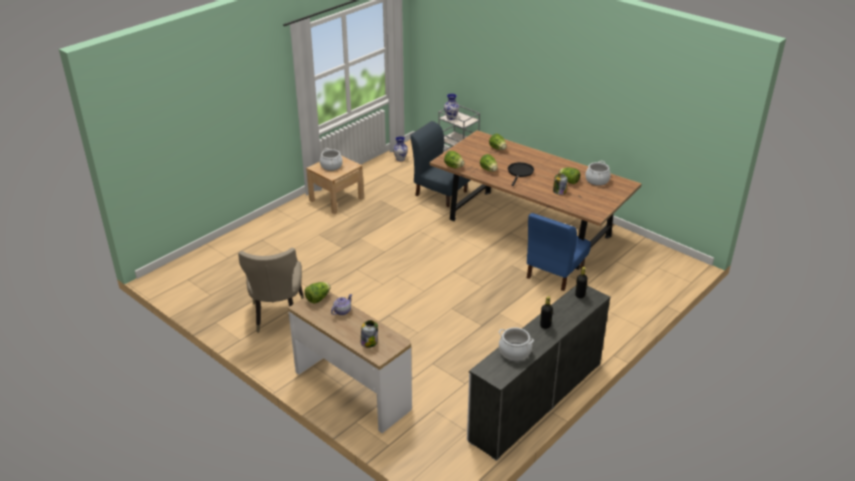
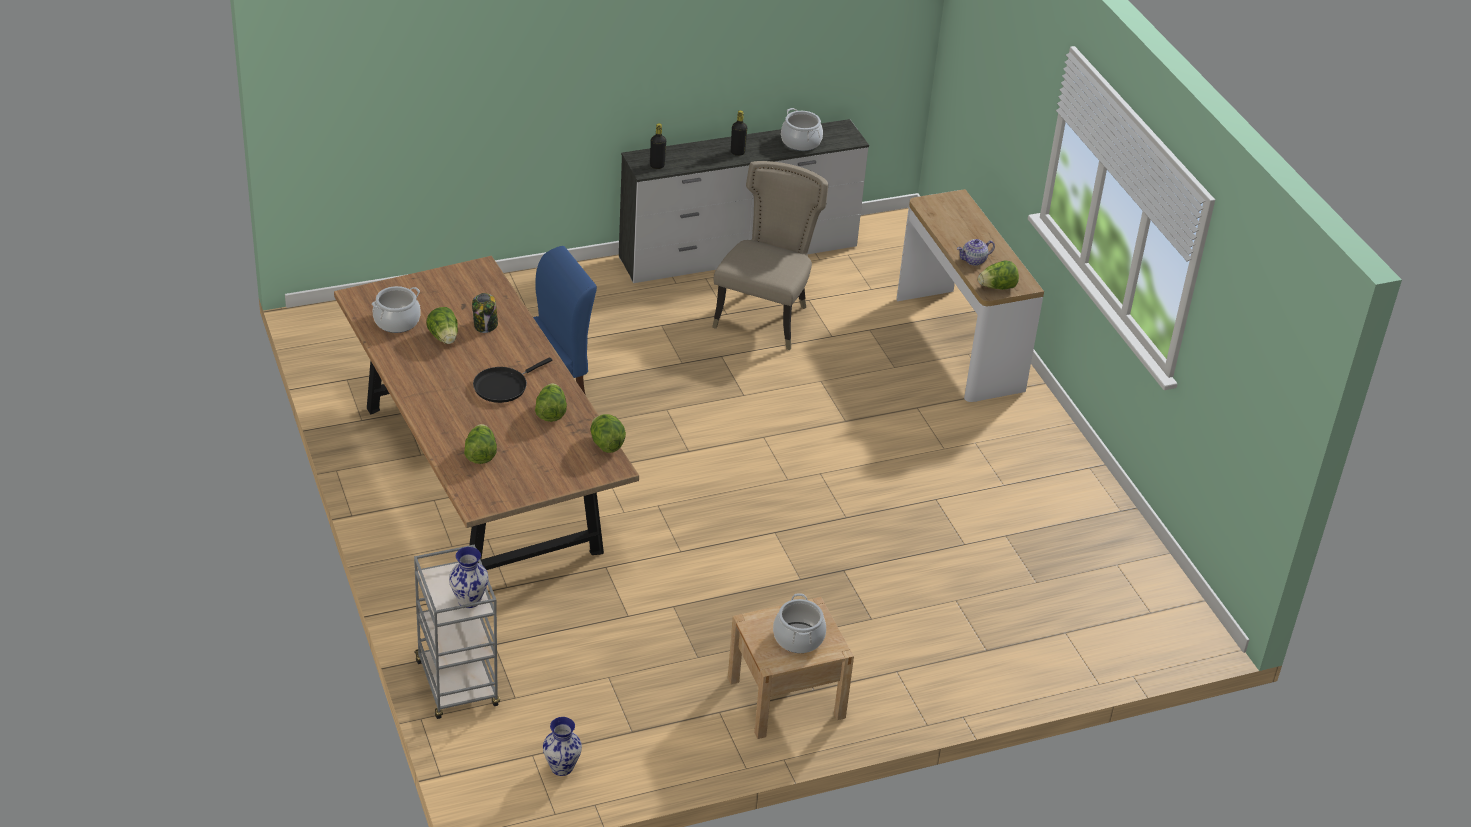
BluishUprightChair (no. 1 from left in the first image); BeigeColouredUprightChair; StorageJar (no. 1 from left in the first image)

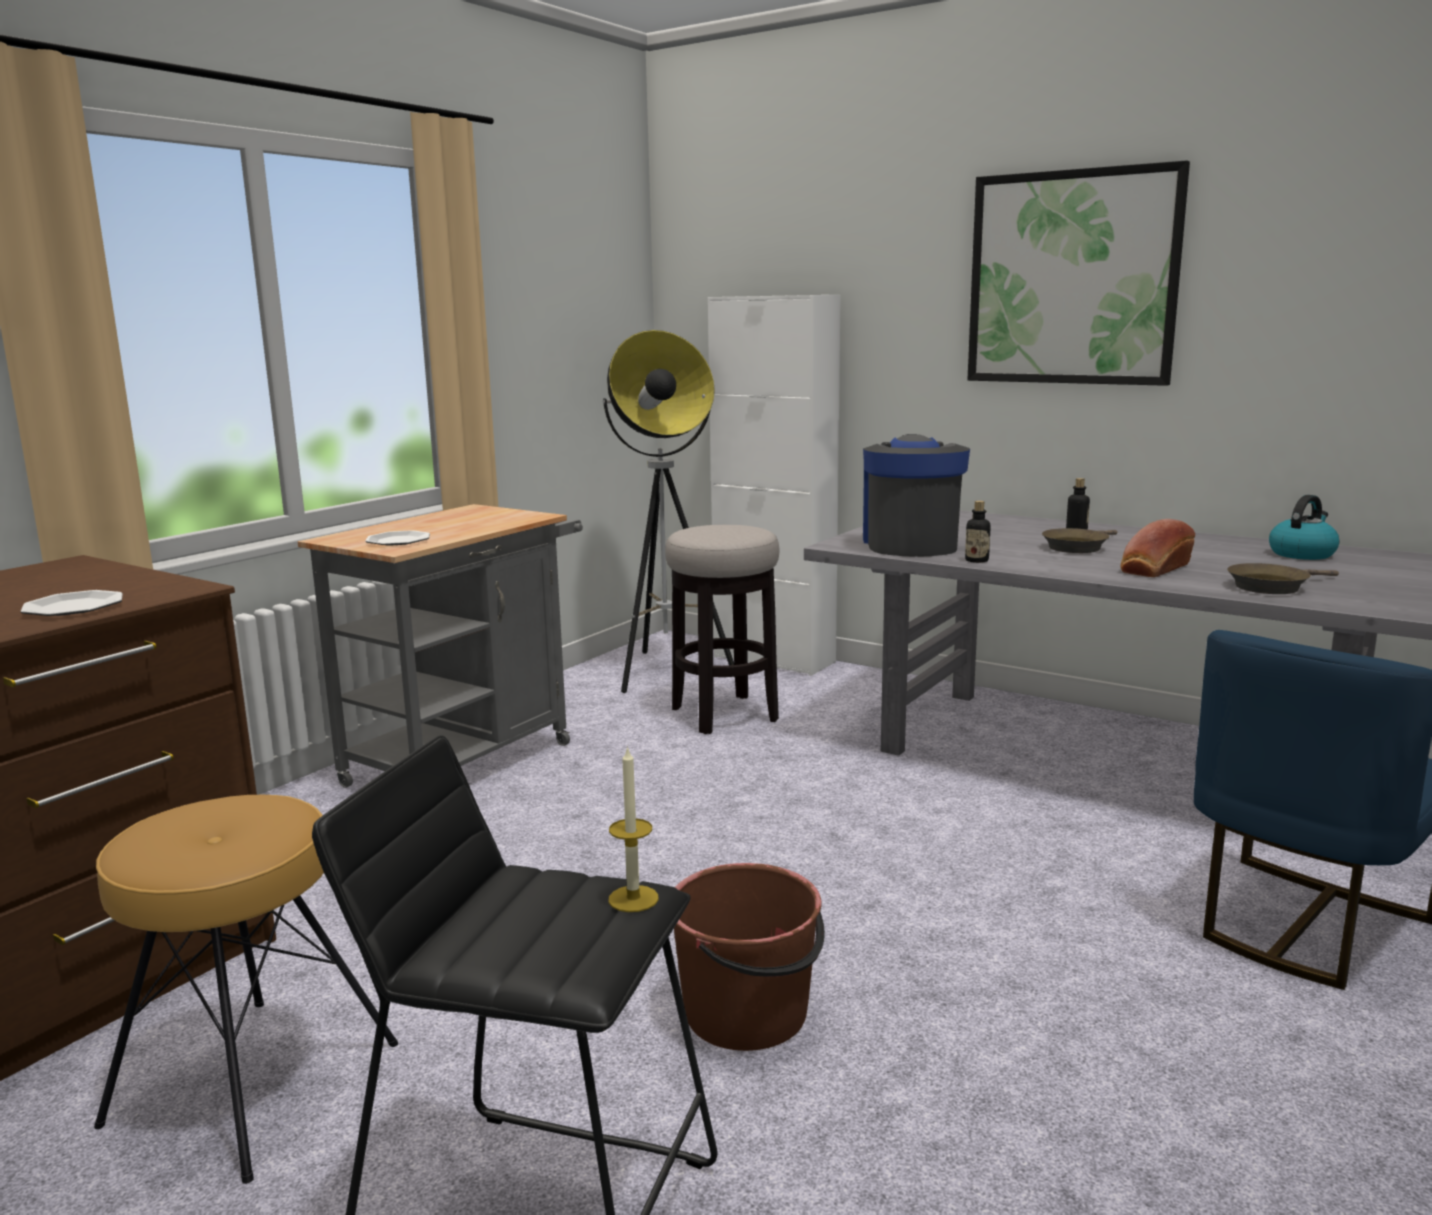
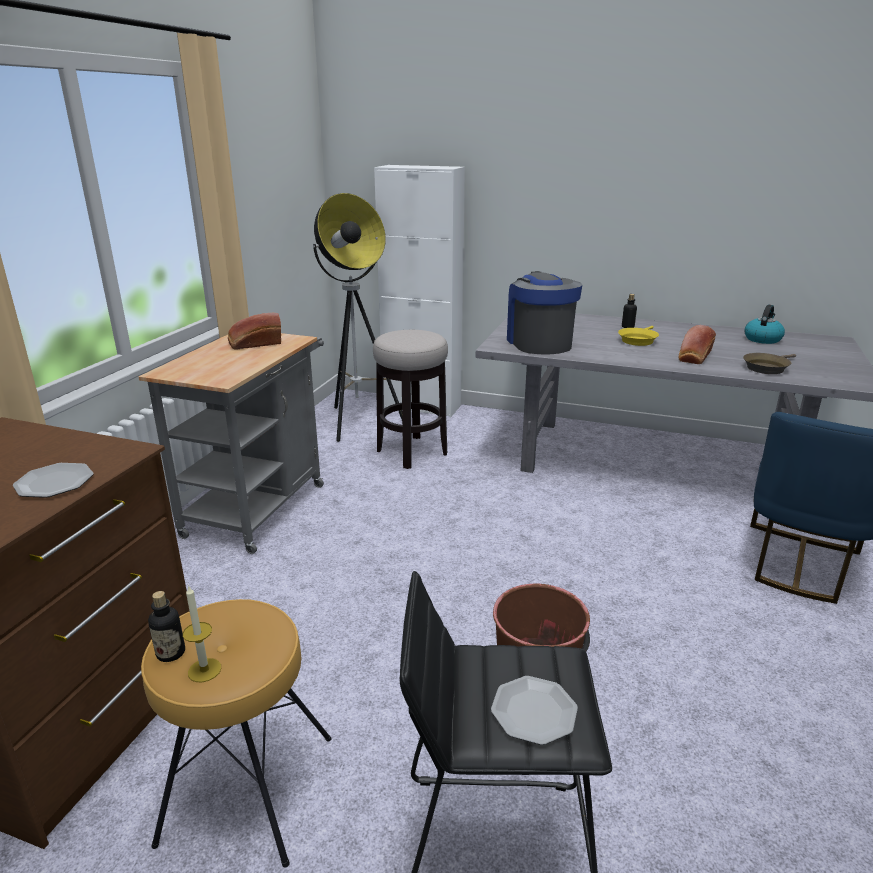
WallArt; Bottle (no. 1 from left); YellowColouredSkillet; DinnerPlate (no. 2 from left); WaxCandle; BakeryBread (no. 1 from left)

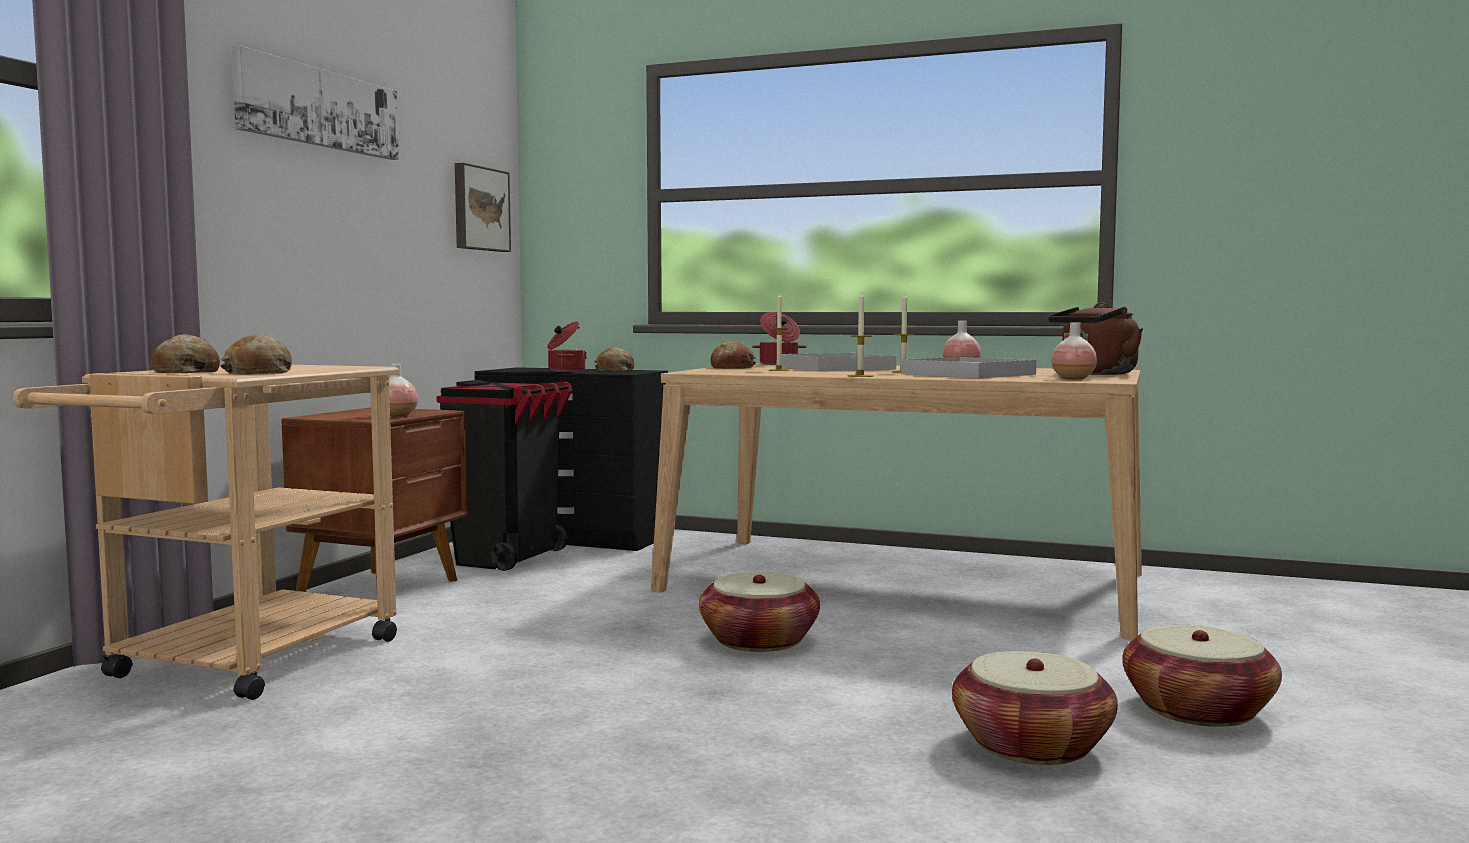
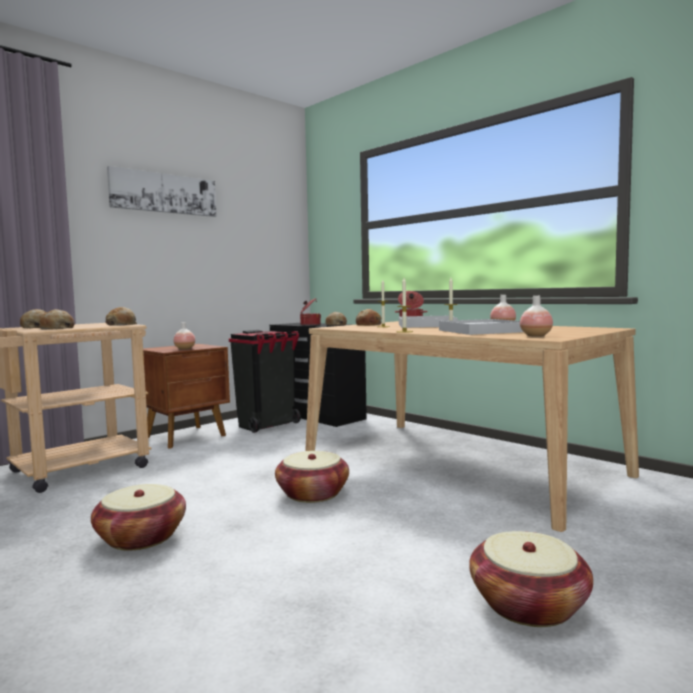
WallArt (no. 2 from left in the first image); BrownColouredWaterKettle; StorageBasket (no. 1 from left); BakeryBread (no. 3 from left)

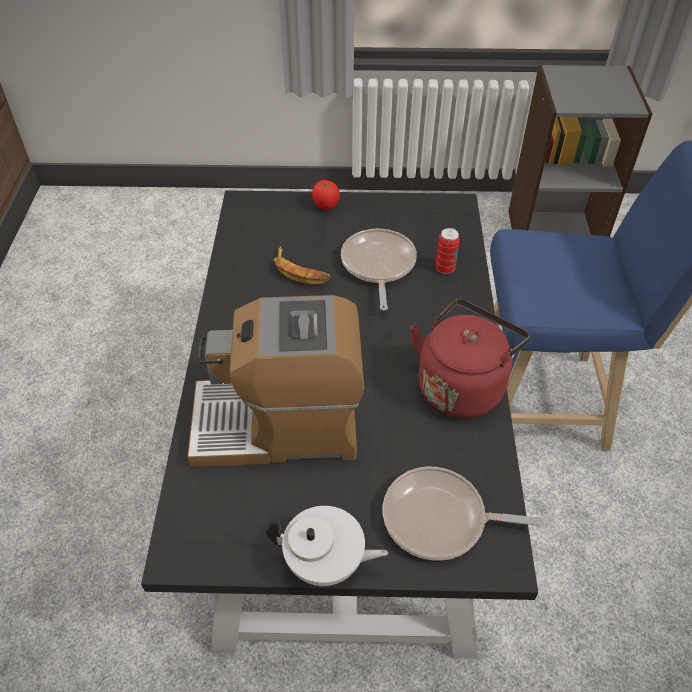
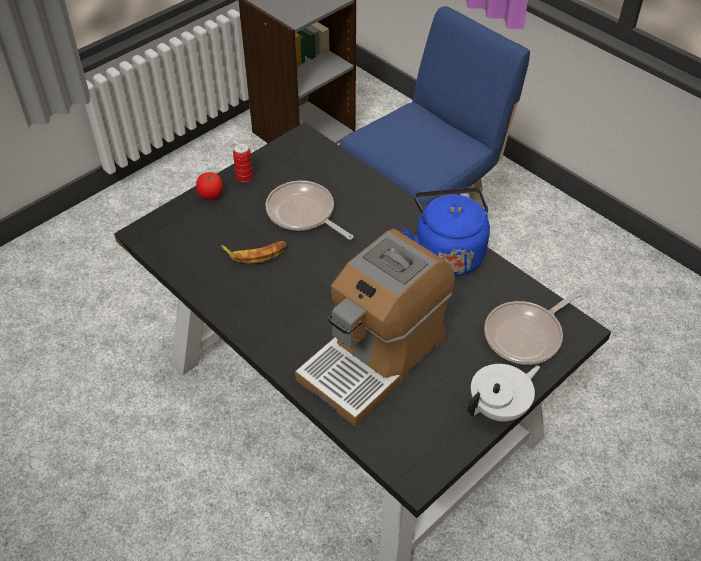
MetalCan; BluishWaterKettle

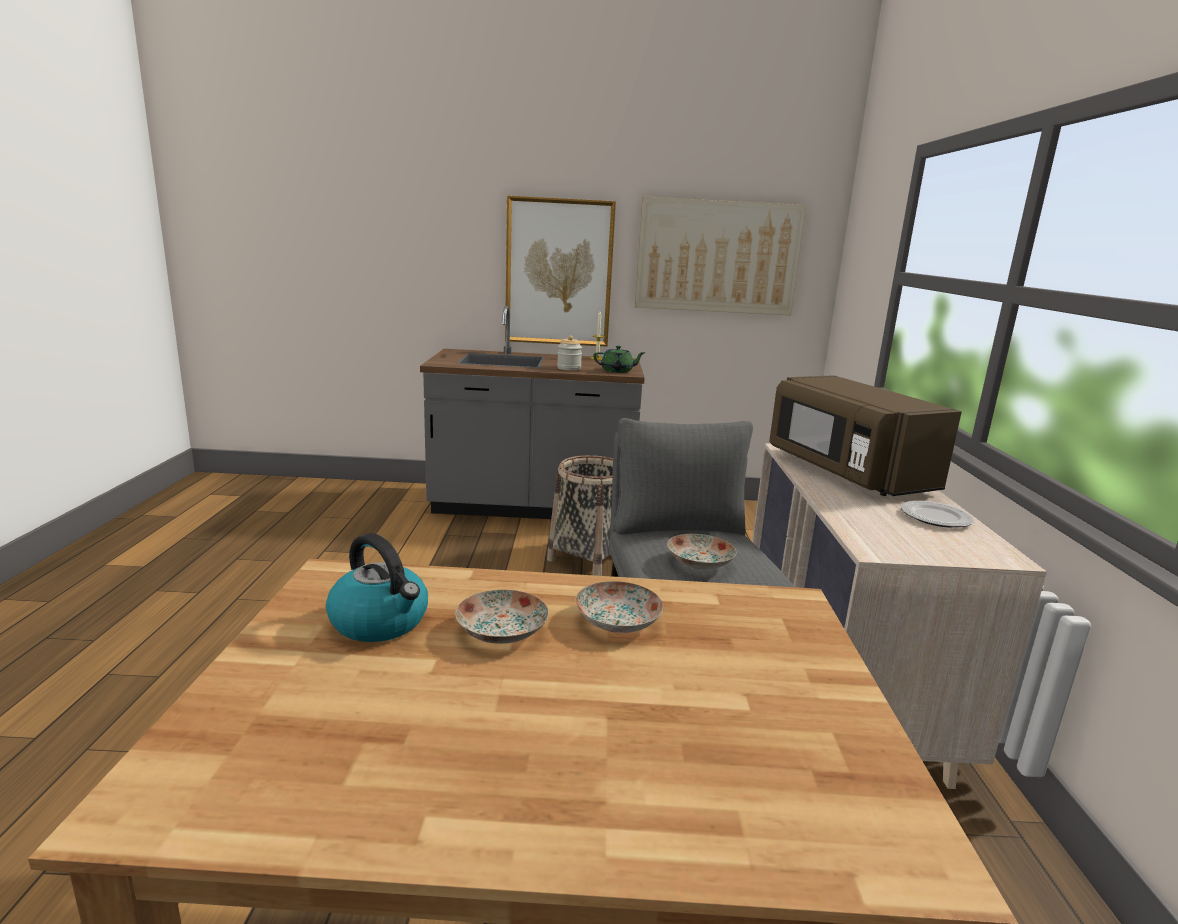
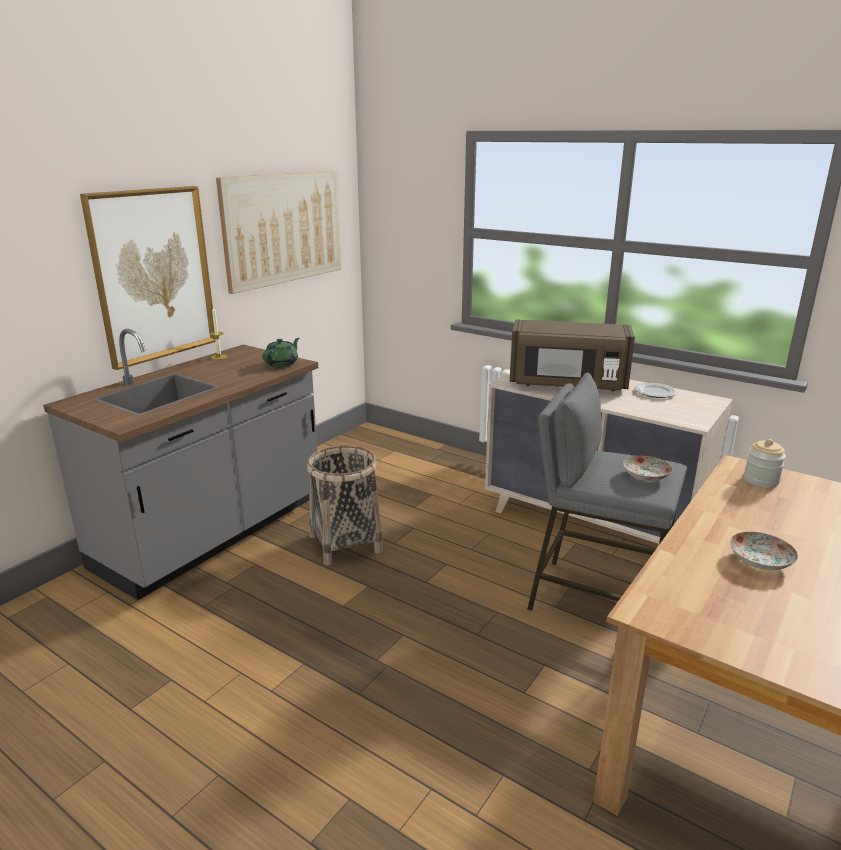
StorageJar; WaterKettle; DinnerPlate (no. 2 from left in the first image)

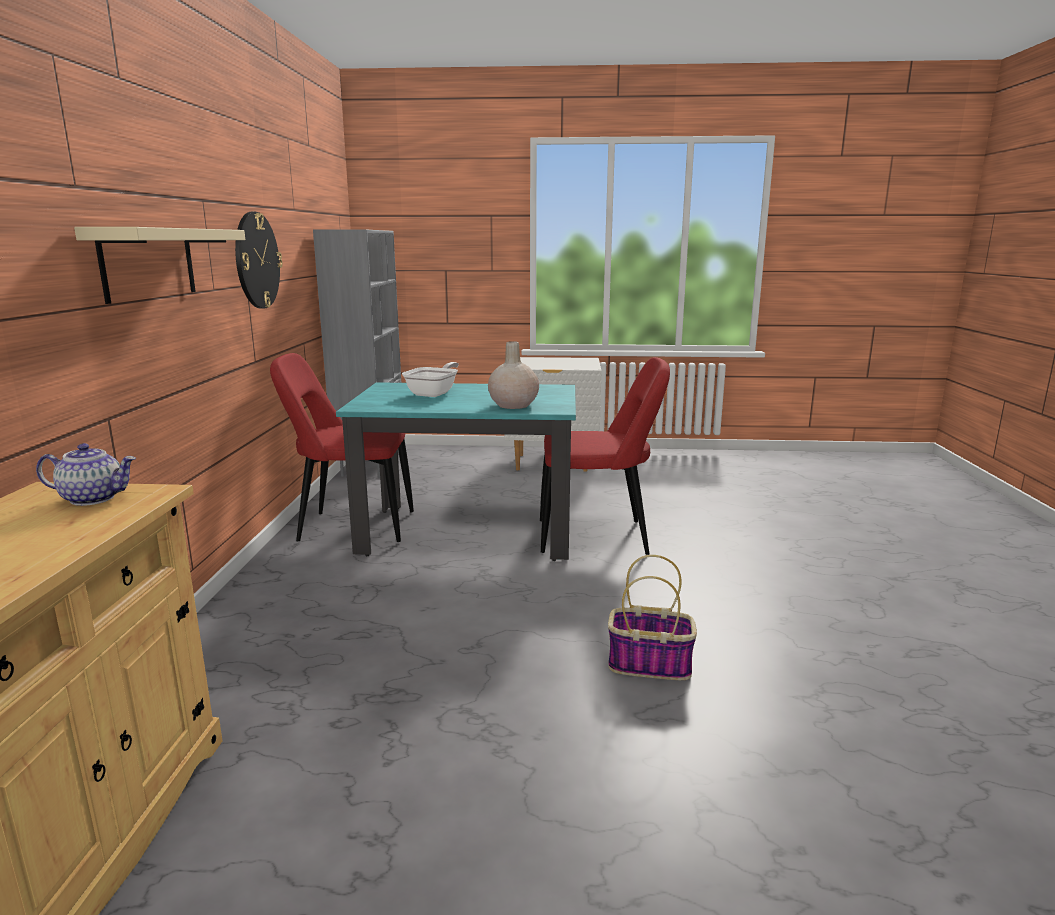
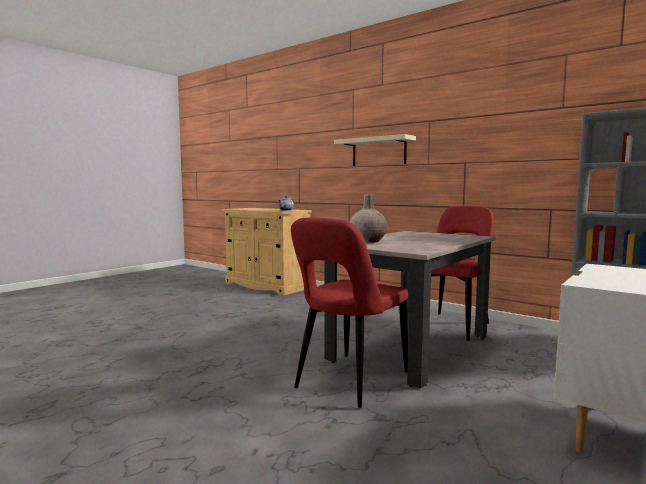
ClockOnTheWall; Skillet; BeigeColouredKitchenTable; StorageBasket

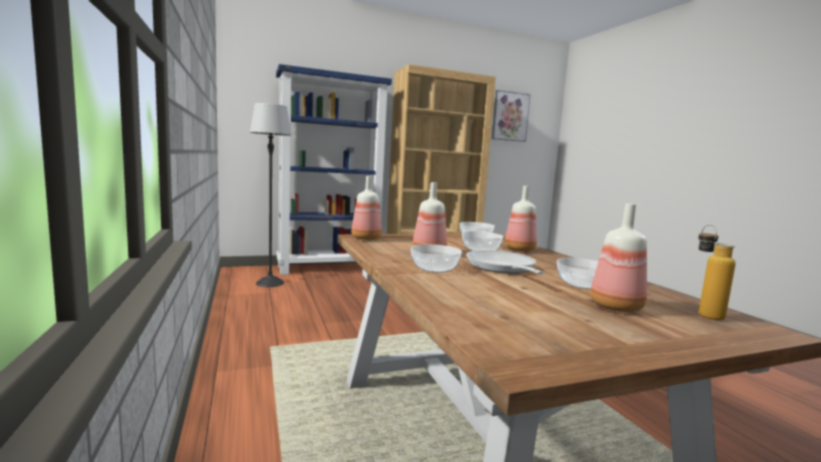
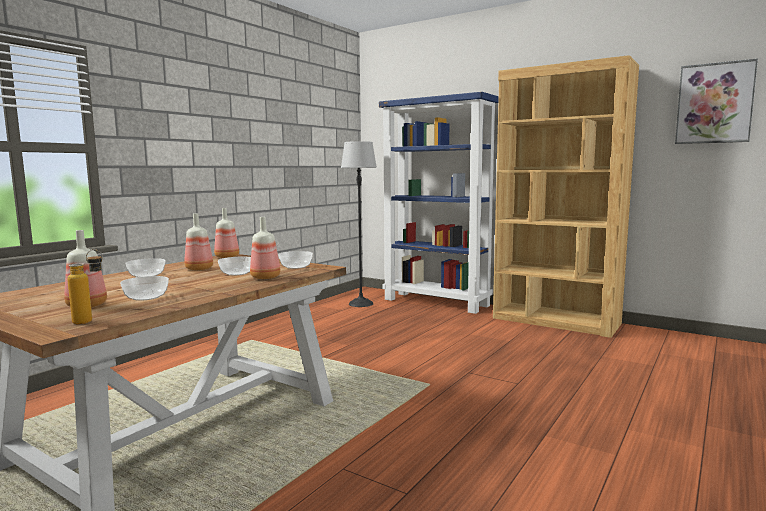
Skillet

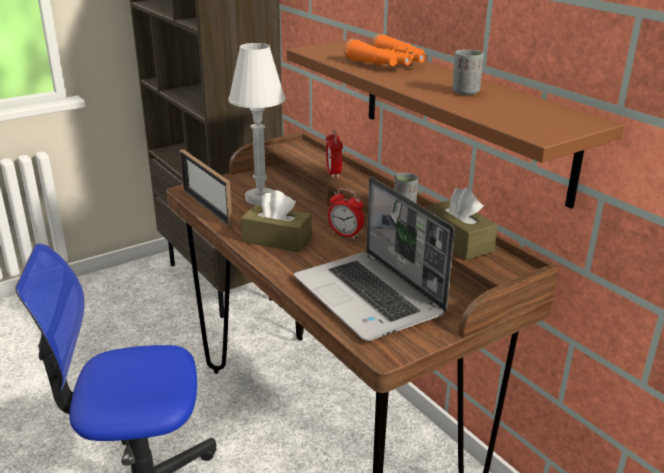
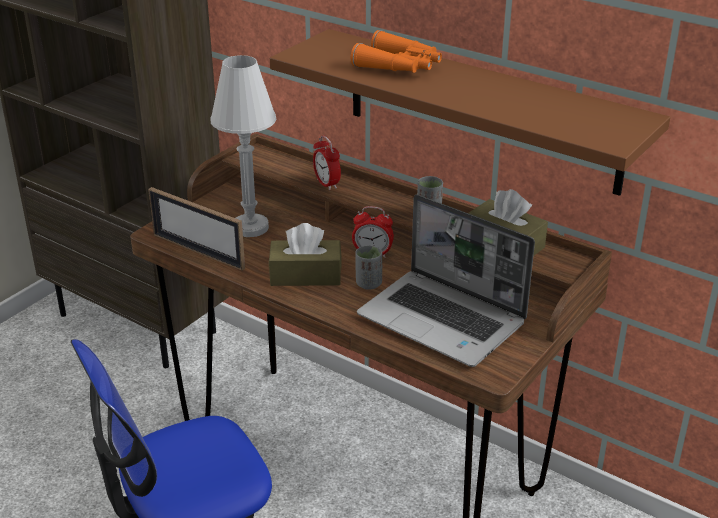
GreyishSmallCup (no. 1 from left)

